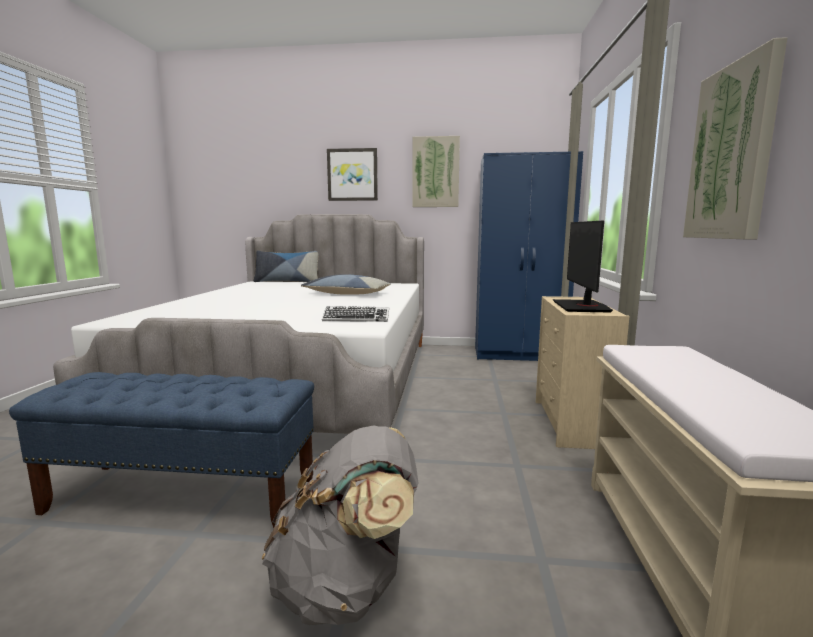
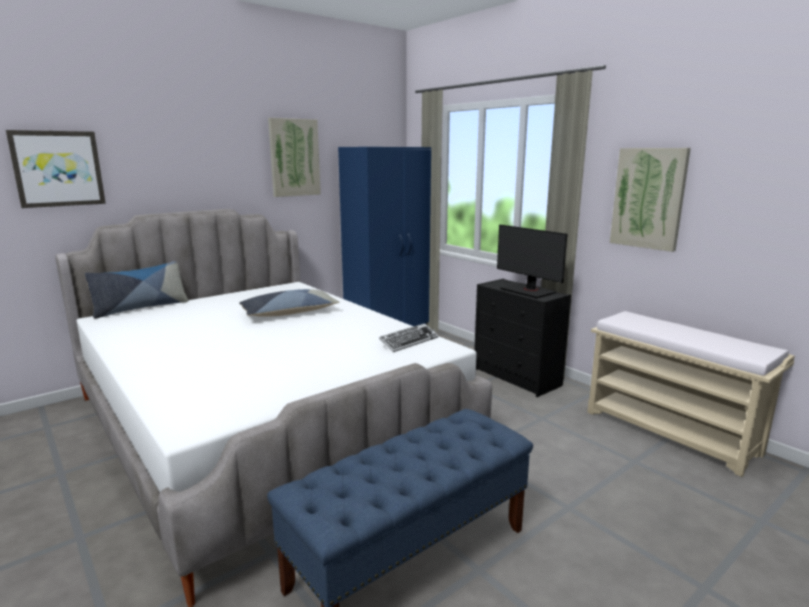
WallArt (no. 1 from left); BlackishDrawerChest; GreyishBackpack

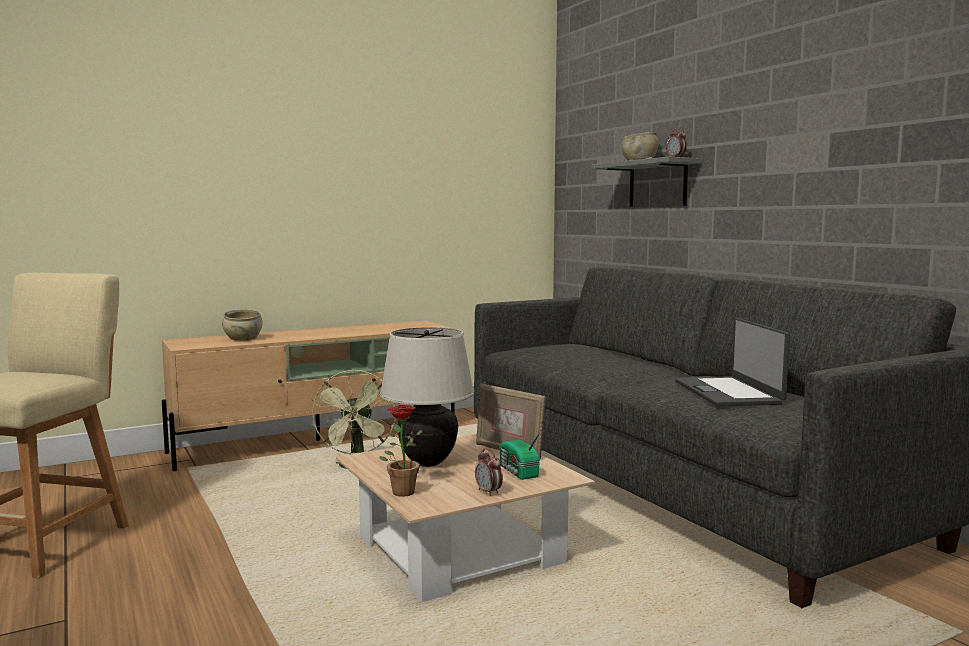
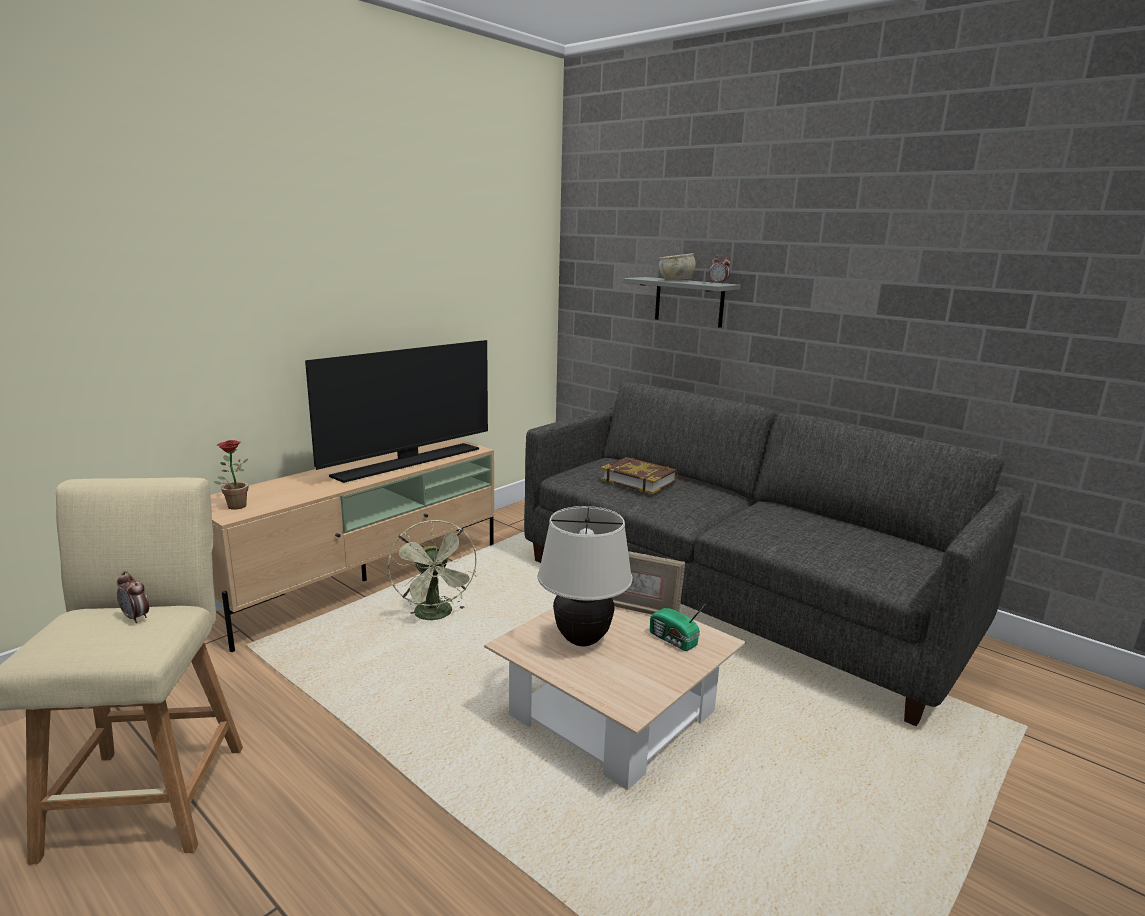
BeigeColouredBowl (no. 1 from left in the first image); PortableComputer; PottedPlant; AlarmClock (no. 1 from left); TvSet; BoundBook

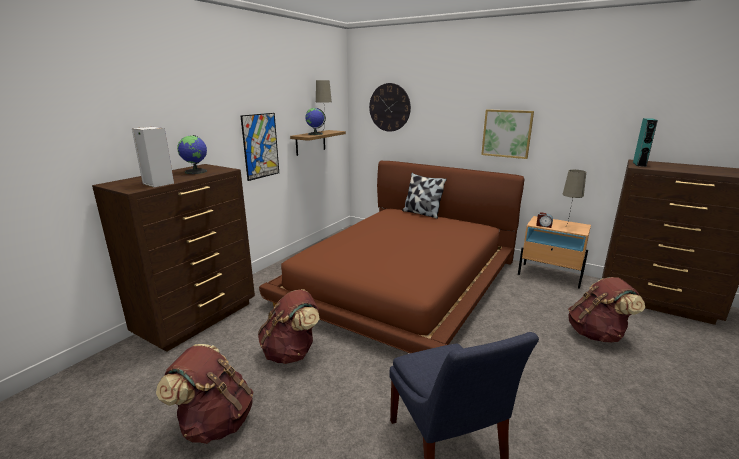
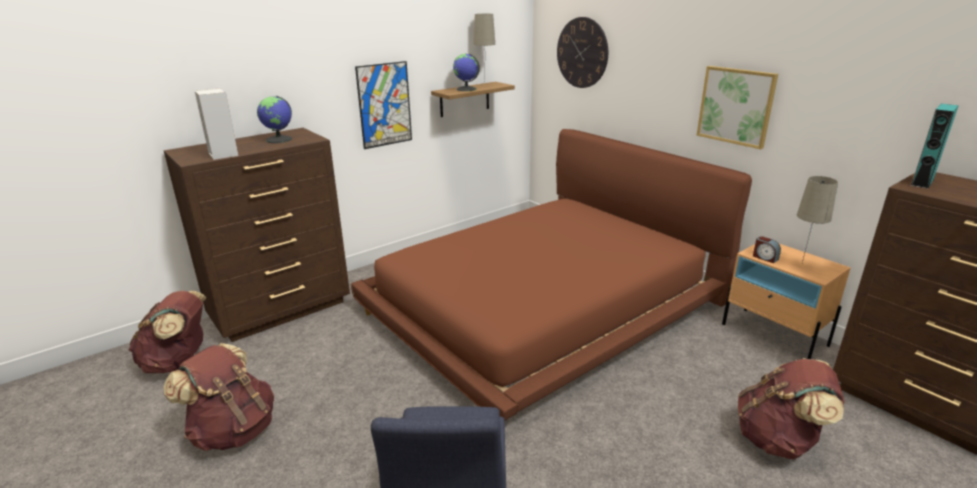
Cushion; BrownColouredBackpack (no. 1 from left)

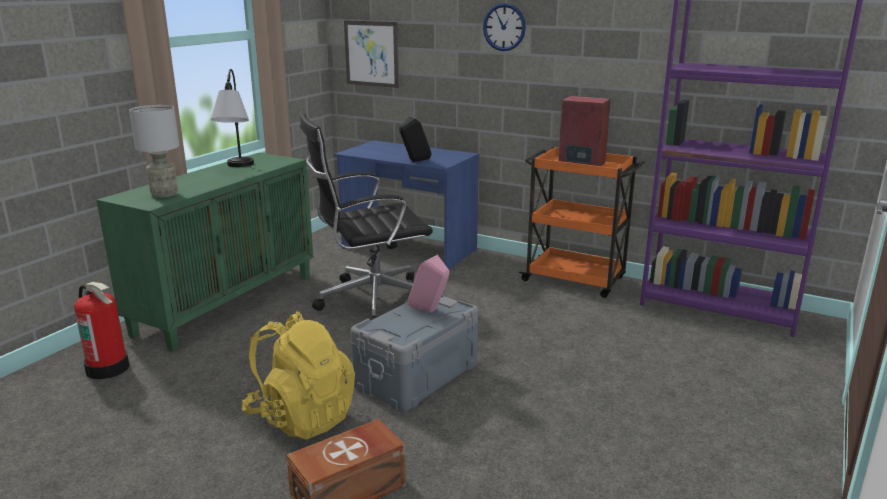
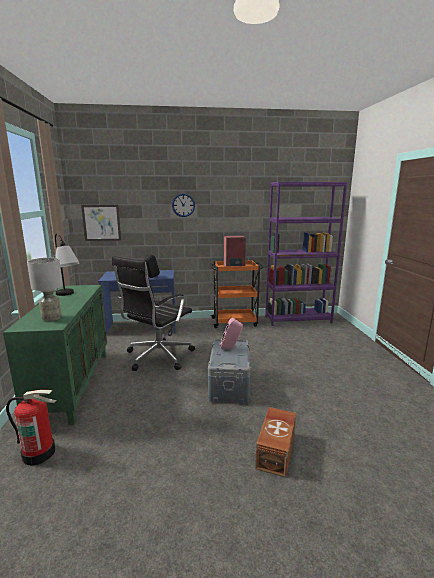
YellowColouredBackpack

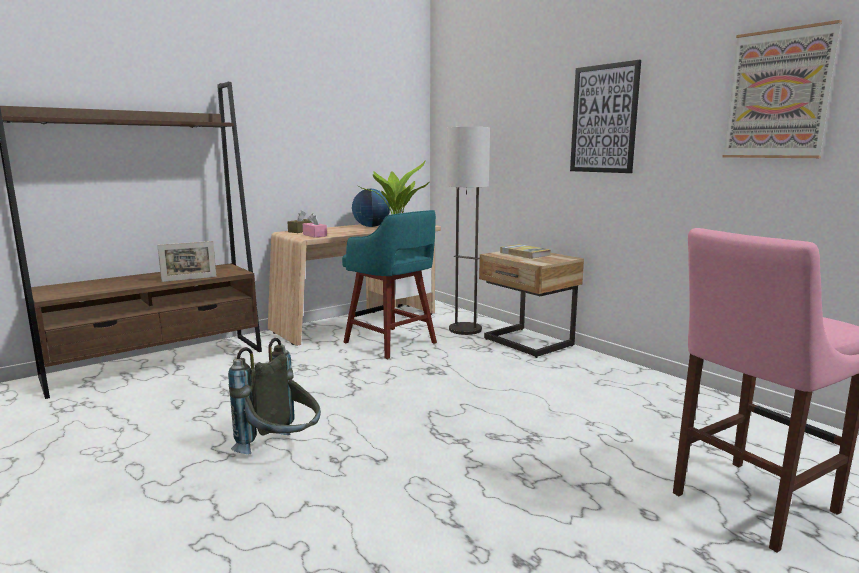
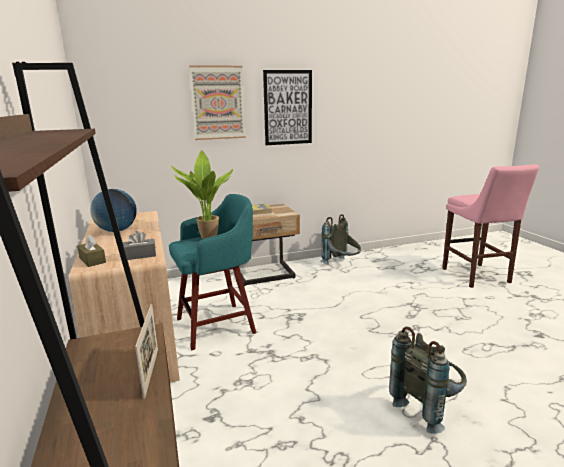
WallArt (no. 1 from left); FloorLamp; GreyishTissueHolder; GreyishBackpack (no. 1 from left)

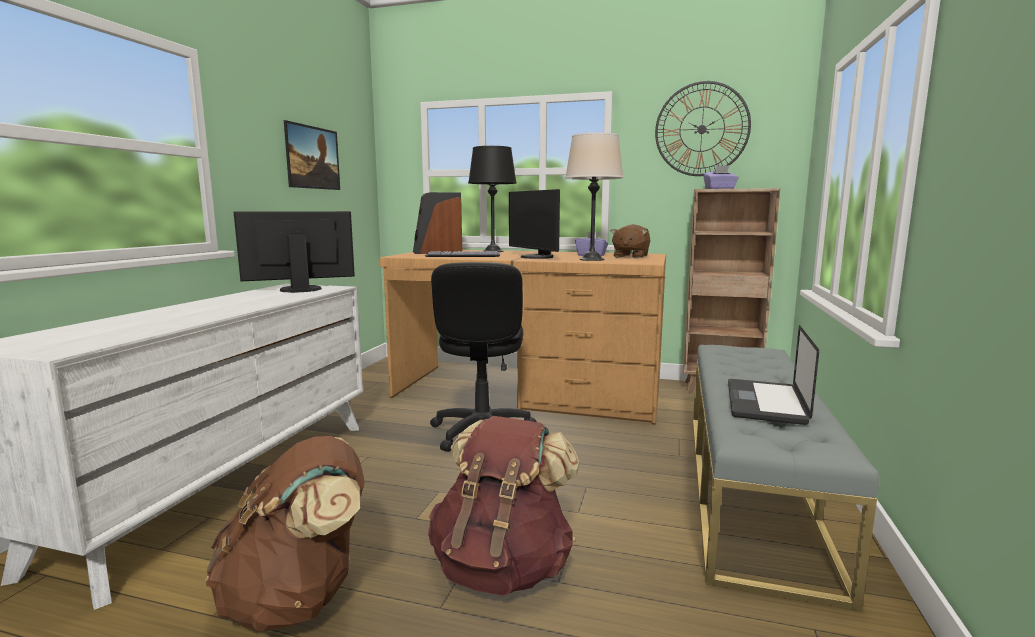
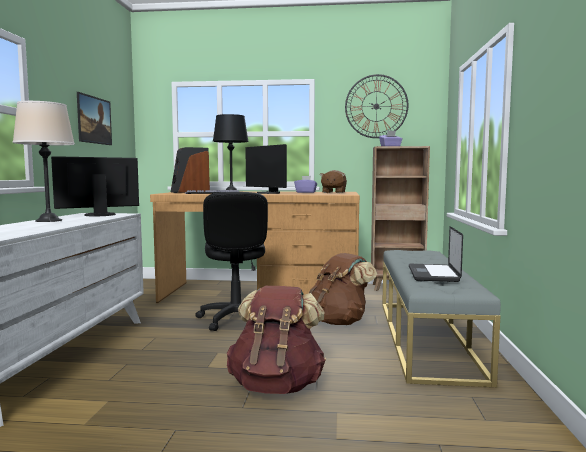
BeigeColouredTabletopLamp; BrownColouredBackpack (no. 2 from left)

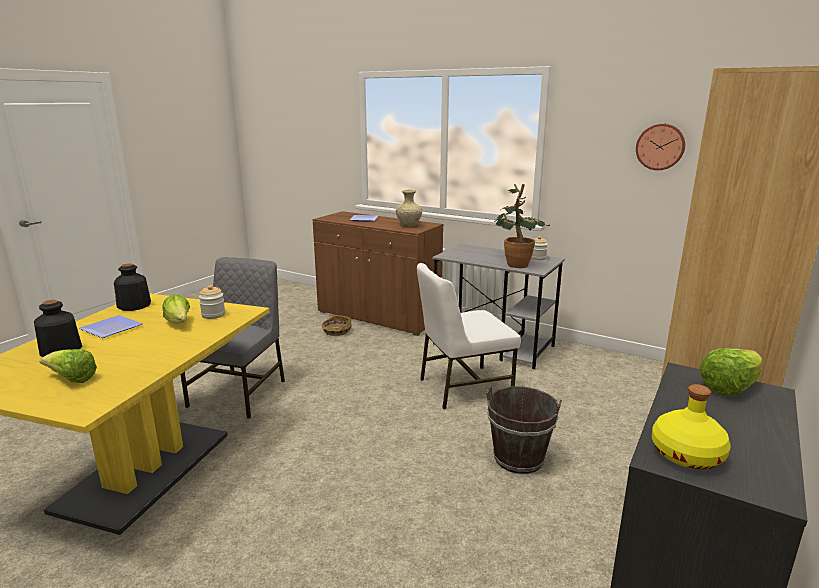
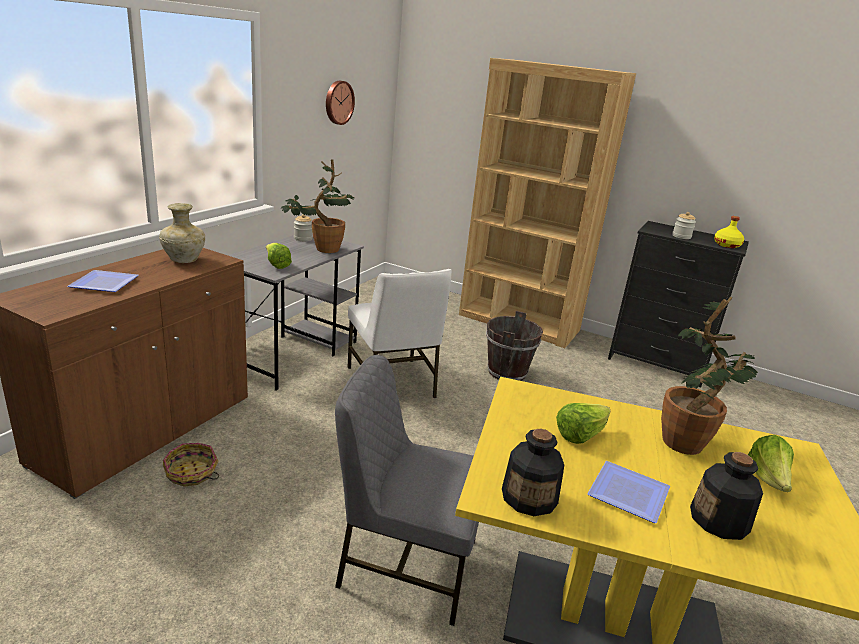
StorageJar (no. 2 from left); LettuceHead (no. 1 from left); PottedPlant (no. 2 from left)

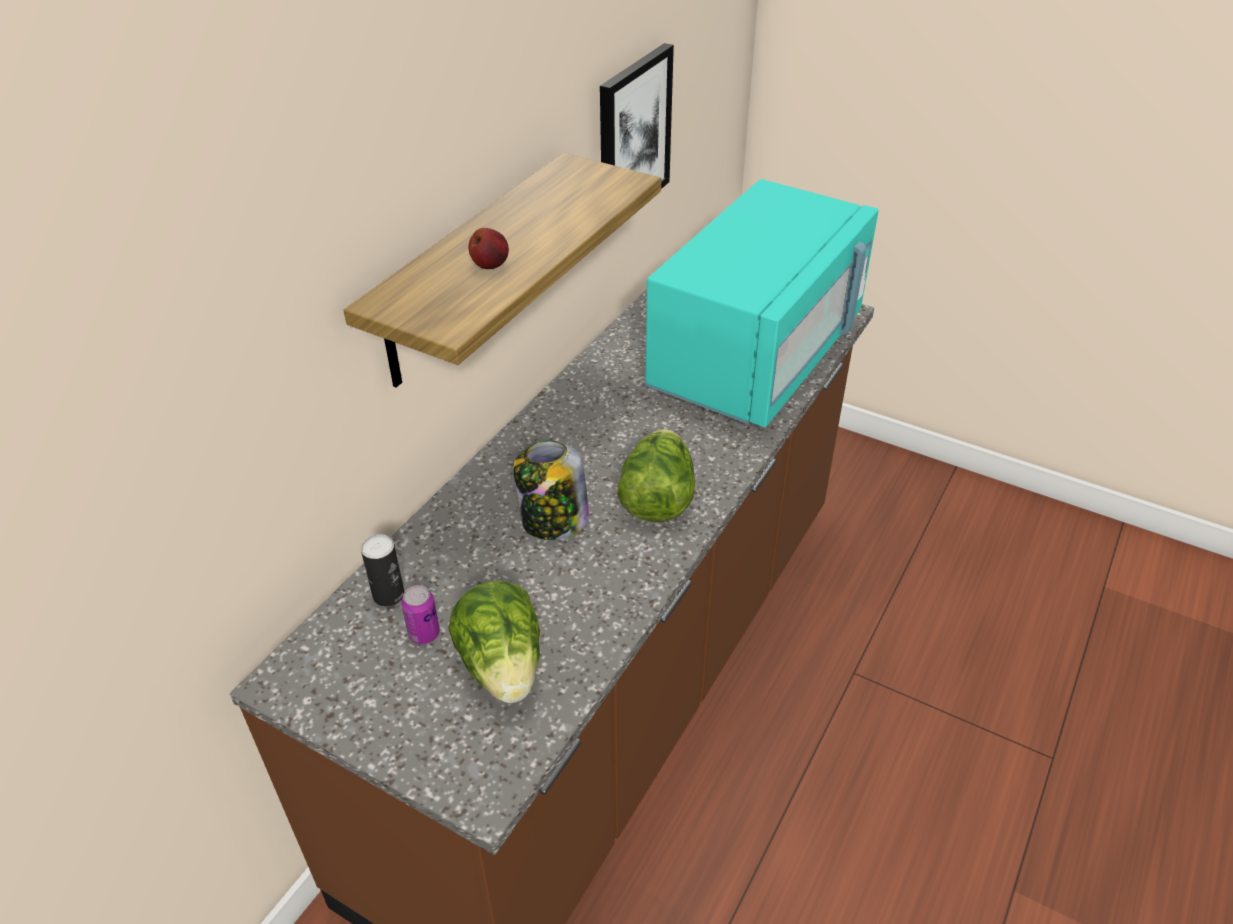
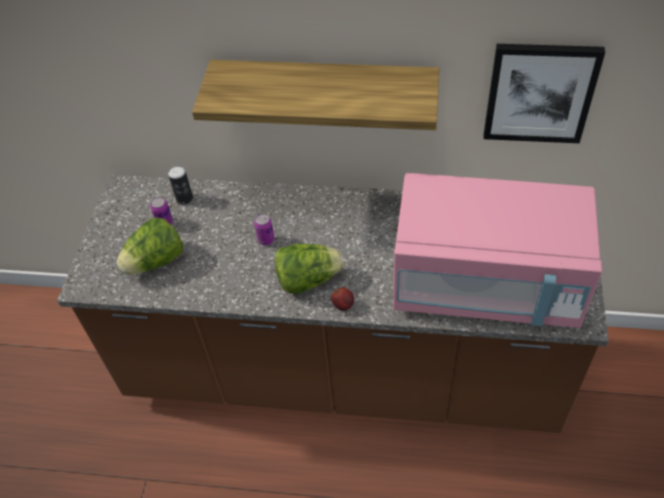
PinkishKitchenMicrowave; WholeApple; MetalCan (no. 3 from left)

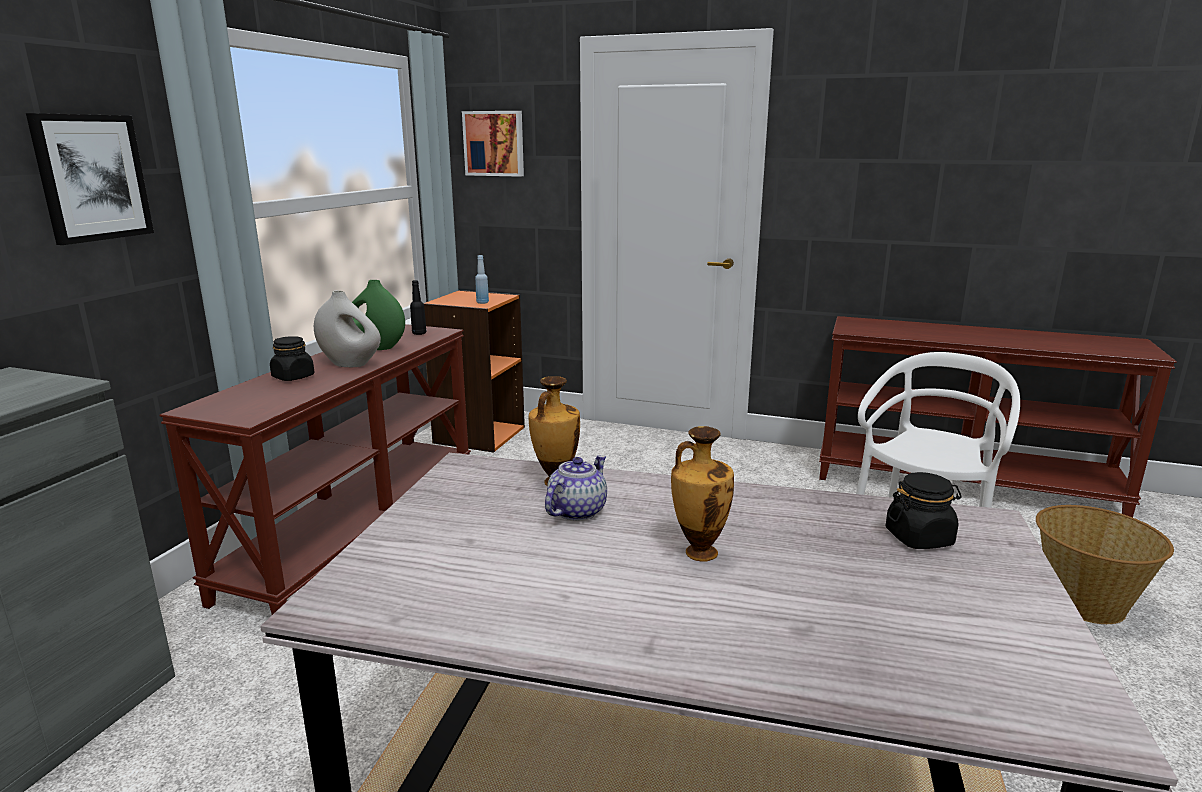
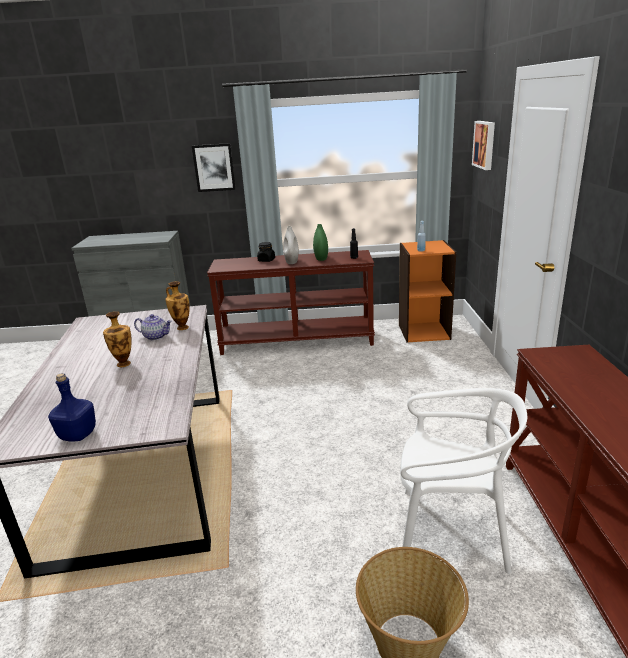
BlackishStorageJar (no. 2 from left in the first image); BluishBottle (no. 1 from left)

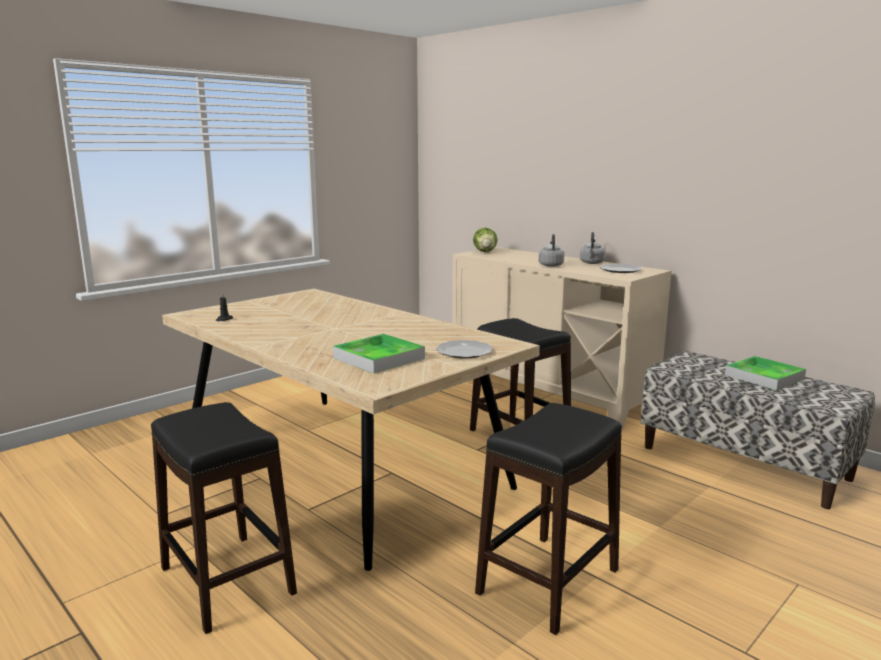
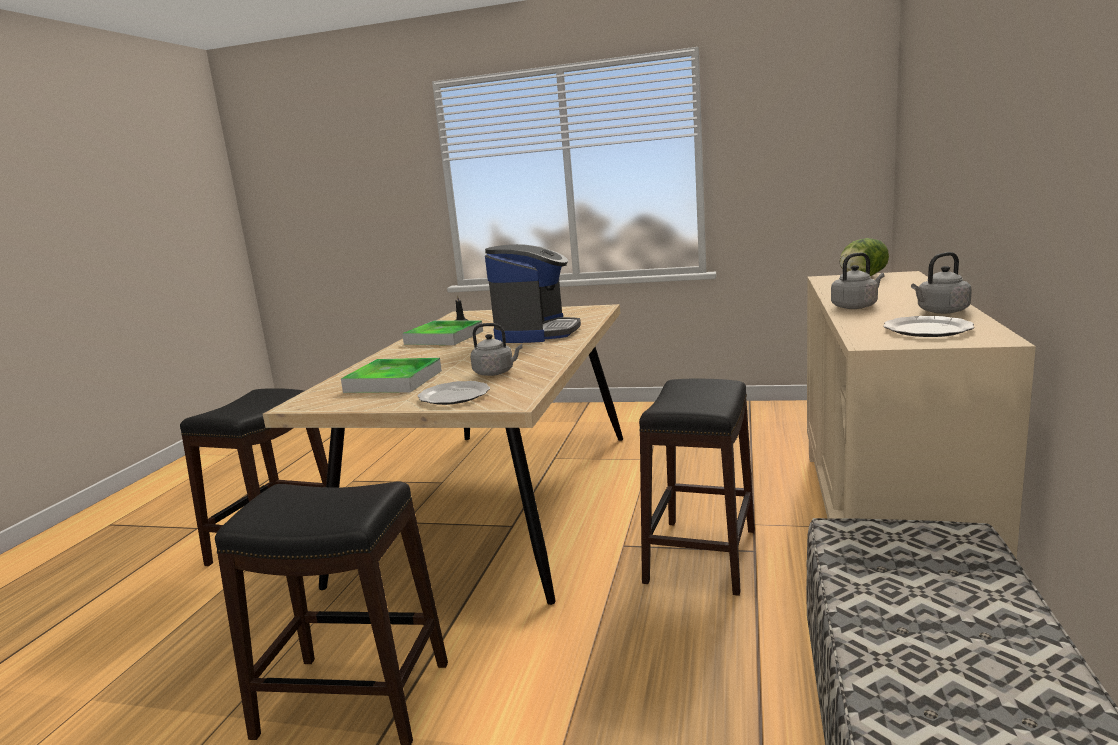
CarryingTray (no. 2 from left); CoffeeMaker; GreyishWaterKettle (no. 1 from left)

